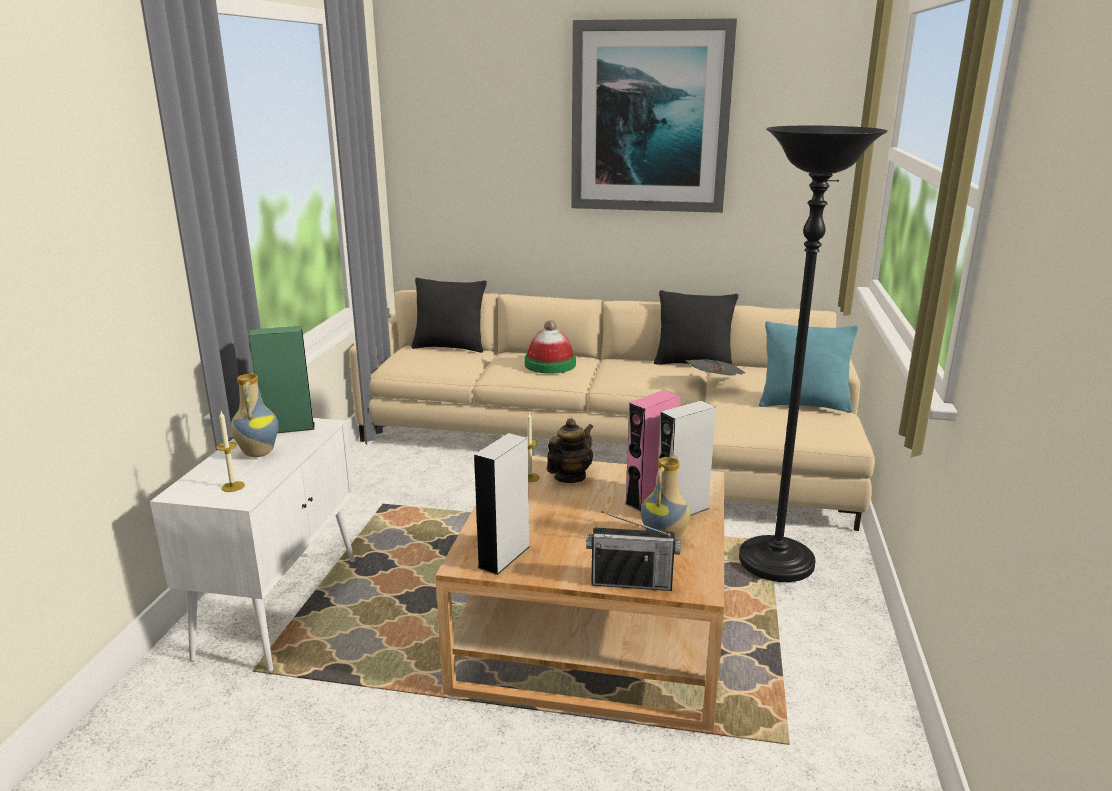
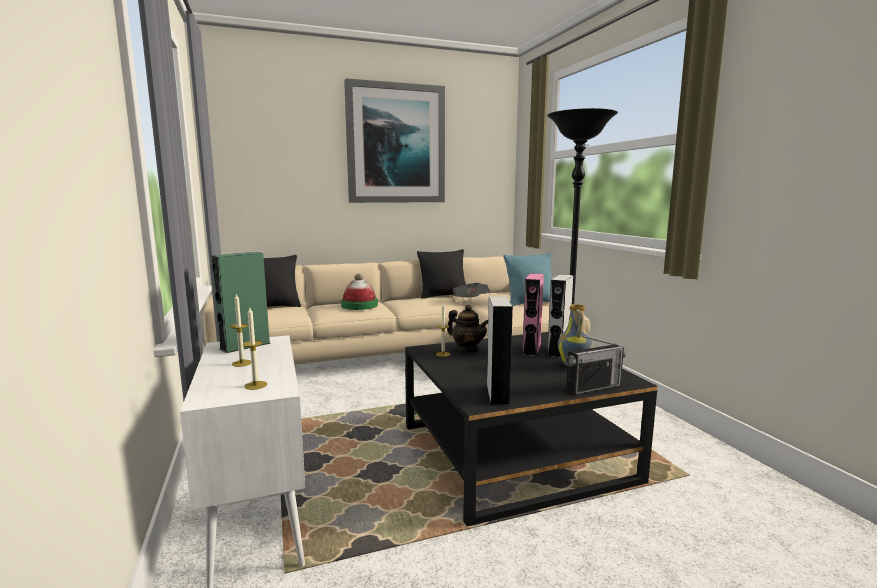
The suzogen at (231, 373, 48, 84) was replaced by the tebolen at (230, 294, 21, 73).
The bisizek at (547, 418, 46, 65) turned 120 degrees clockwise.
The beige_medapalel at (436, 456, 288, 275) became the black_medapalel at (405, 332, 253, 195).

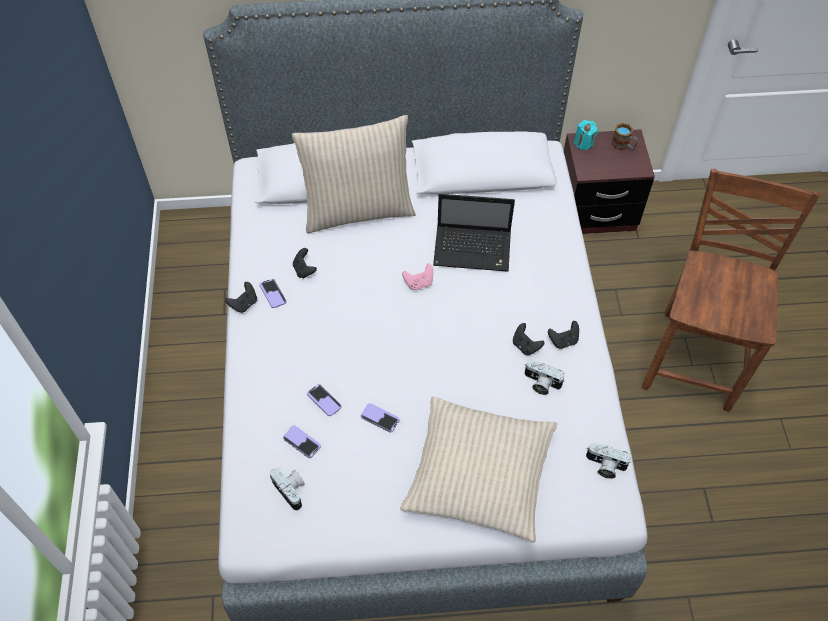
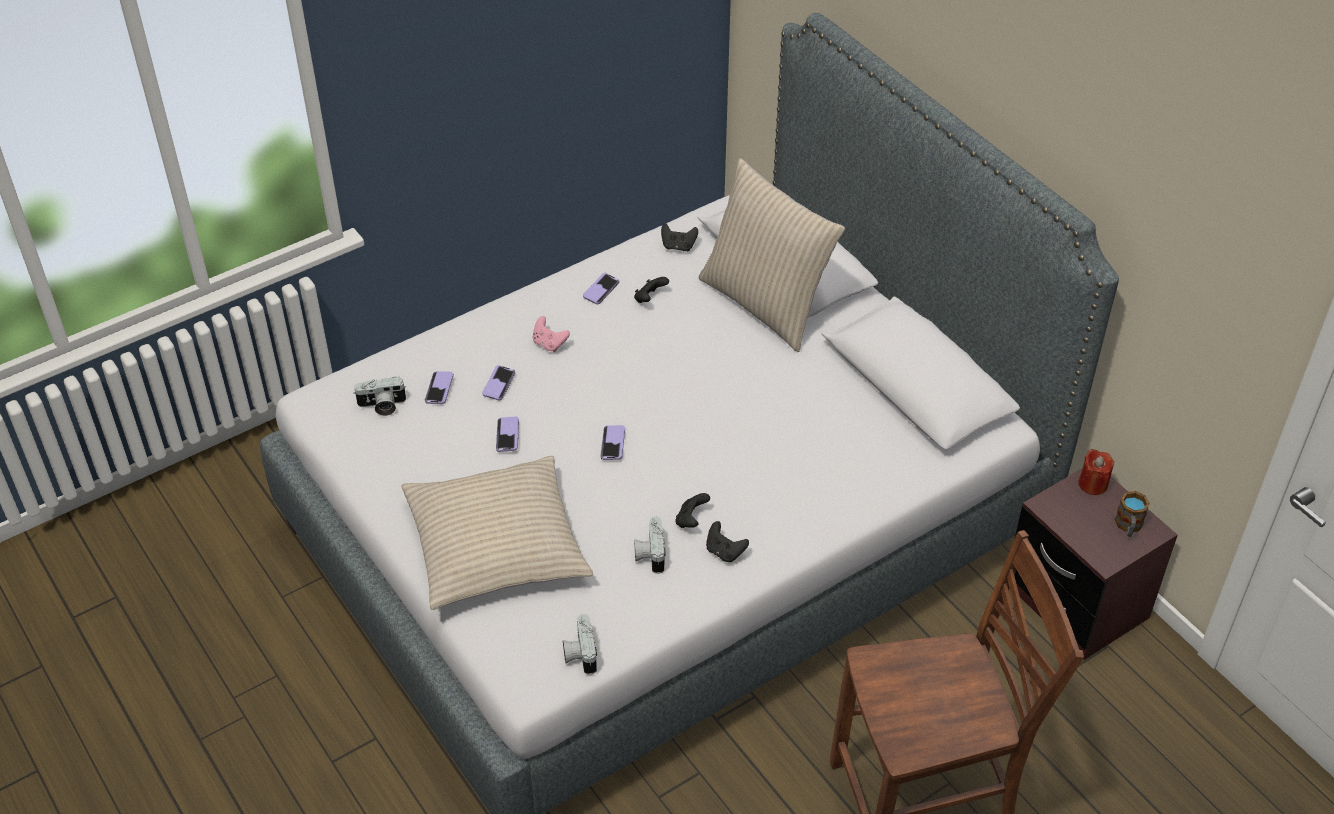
The turquoise_tebolen at (574, 120, 24, 30) became the red_tebolen at (1079, 449, 35, 46).
The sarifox at (433, 194, 82, 78) disappeared.
The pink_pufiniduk moved from (402, 263, 31, 27) to (533, 316, 37, 36).
The black_pufiniduk moved from (225, 282, 32, 31) to (661, 223, 37, 28).
The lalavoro at (270, 468, 35, 42) turned 60 degrees clockwise.
The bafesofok at (600, 425, 25, 35) appeared.

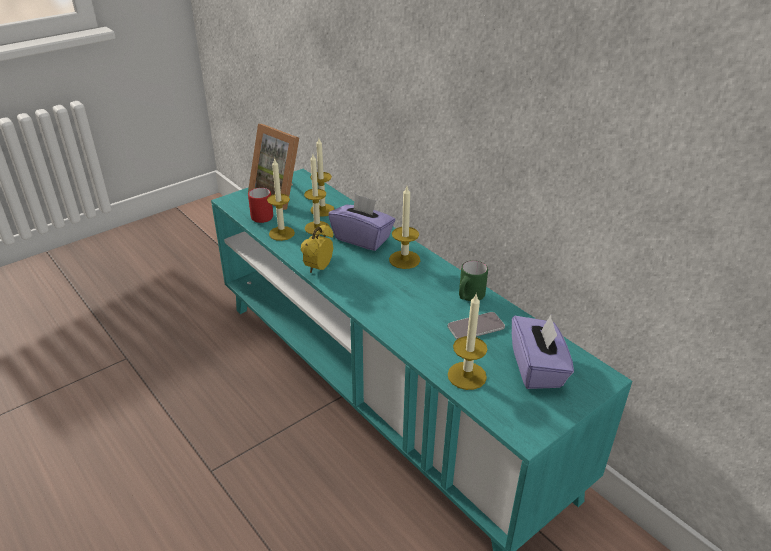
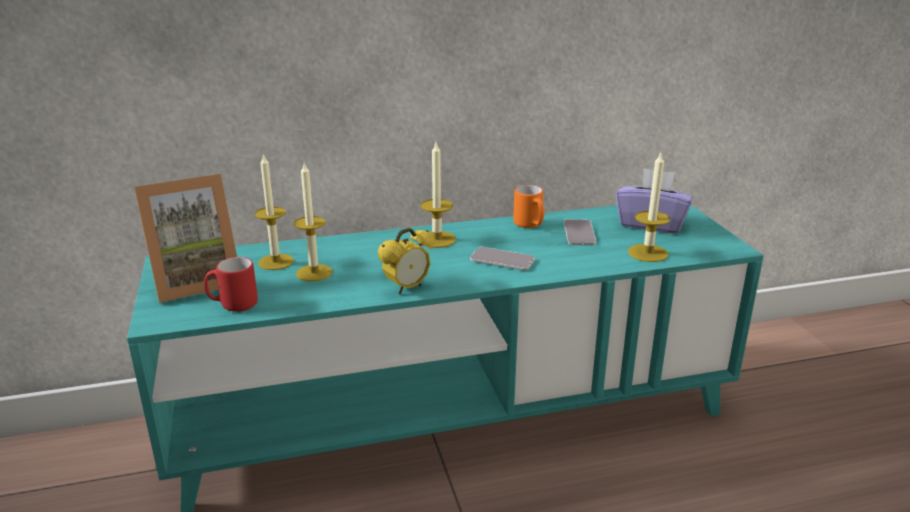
The tebolen at (267, 158, 28, 83) disappeared.
The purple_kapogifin at (328, 194, 67, 57) disappeared.
The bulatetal at (301, 224, 32, 49) turned 90 degrees counterclockwise.
The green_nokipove at (459, 260, 29, 41) became the orange_nokipove at (513, 185, 31, 43).
The bafesofok at (470, 247, 65, 24) appeared.

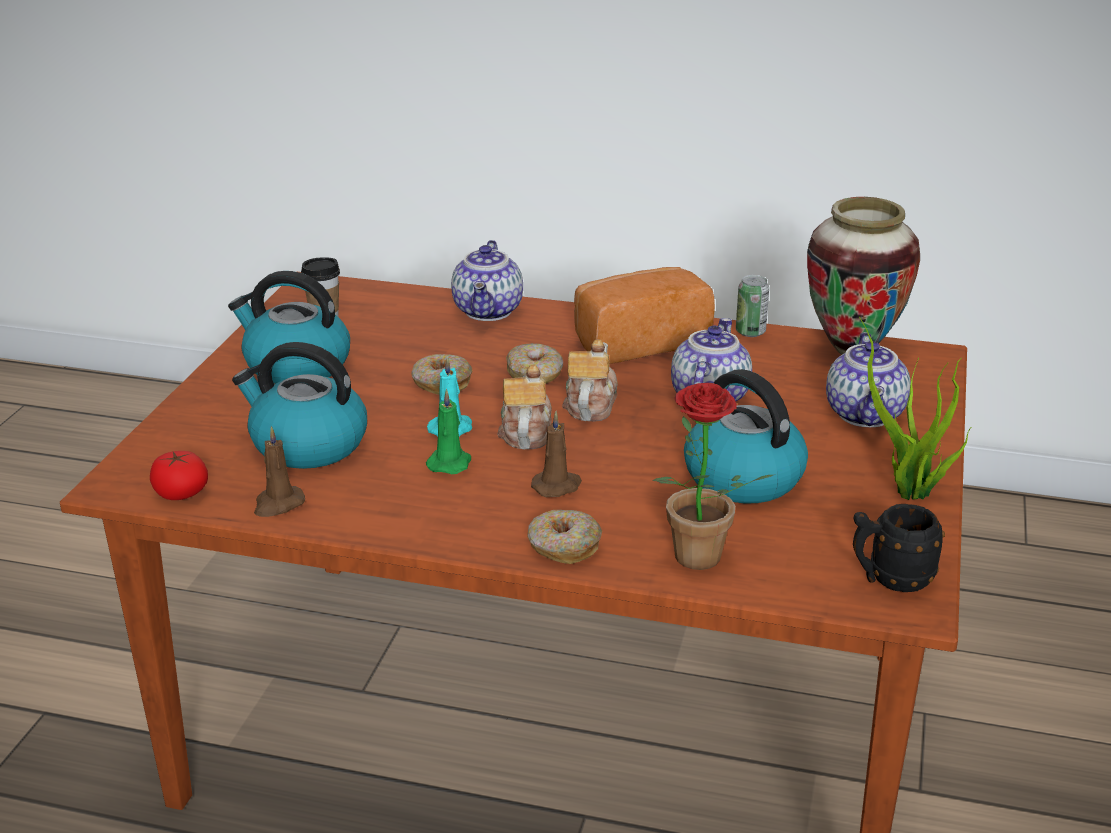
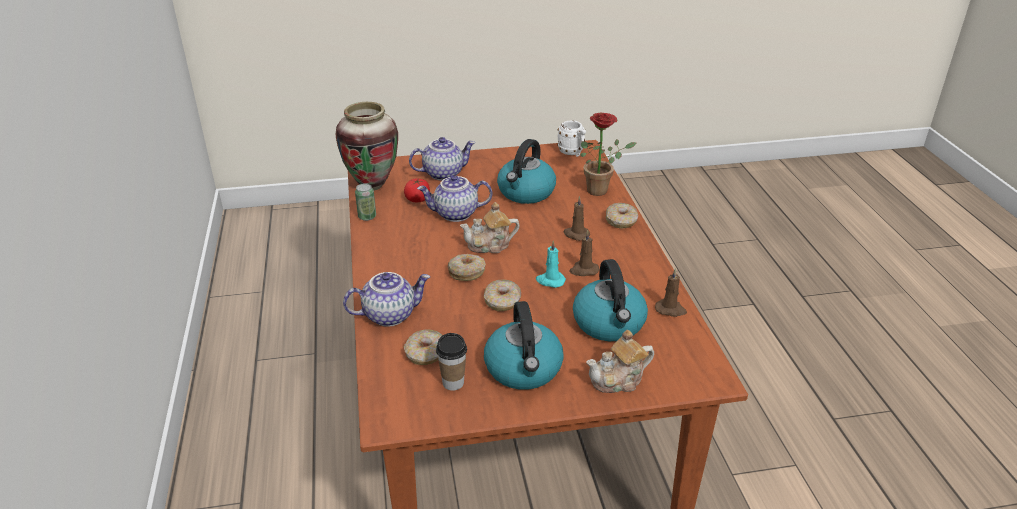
The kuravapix at (574, 267, 141, 97) disappeared.
The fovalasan at (859, 317, 112, 183) disappeared.
The bisizek moved from (498, 365, 54, 84) to (586, 330, 68, 63).
The green_tebolen at (426, 389, 45, 85) became the brown_tebolen at (569, 230, 30, 46).
The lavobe moved from (150, 451, 58, 49) to (404, 178, 26, 24).
The black_nokipove at (853, 504, 92, 88) became the white_nokipove at (557, 120, 29, 37).
The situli at (404, 329, 39, 36) appeared.

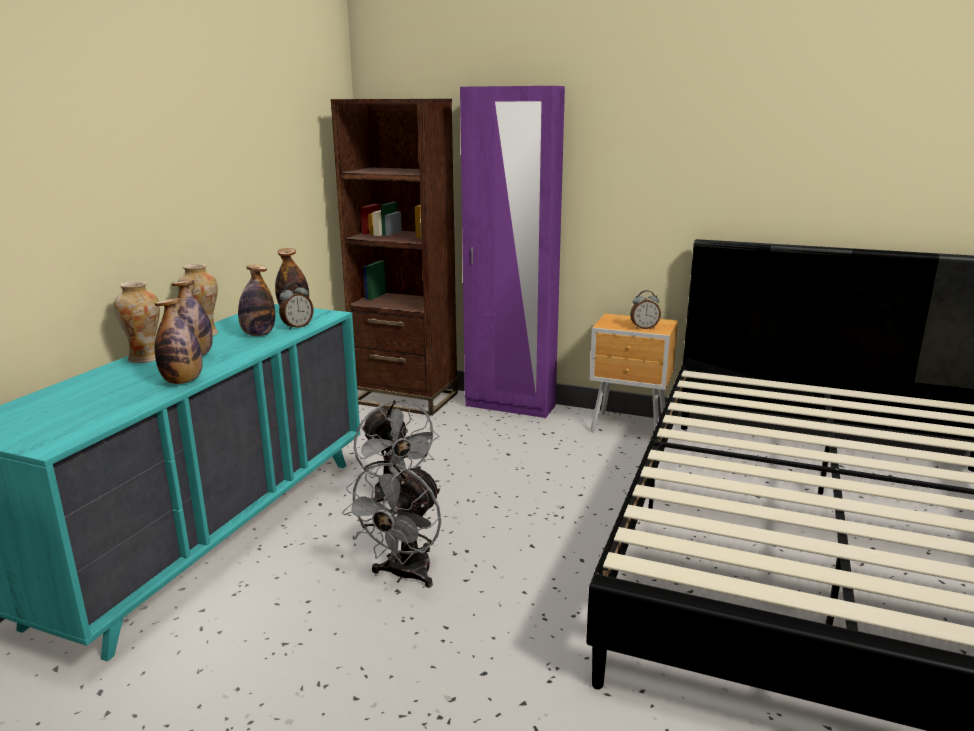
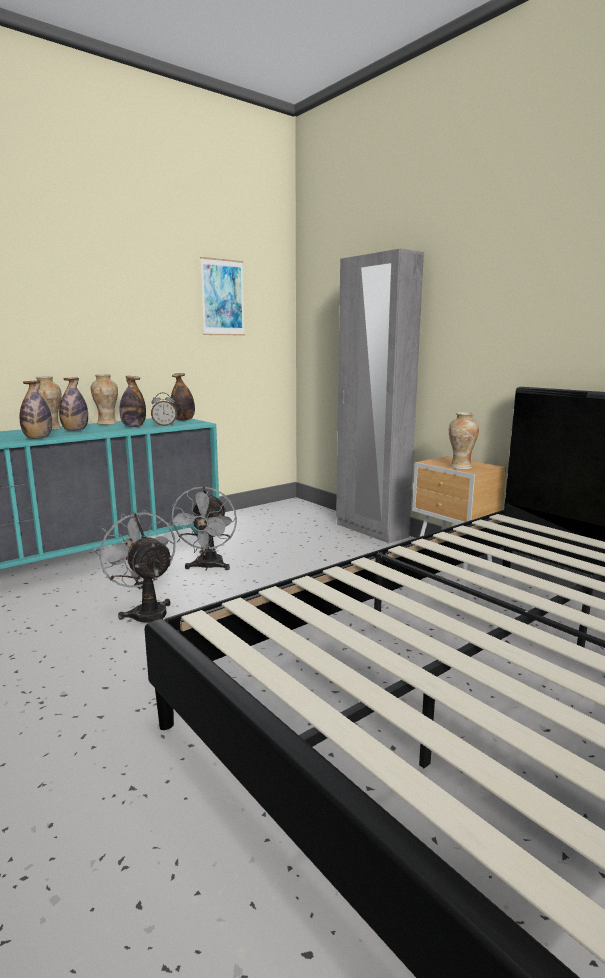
The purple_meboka at (460, 86, 105, 332) became the grey_meboka at (336, 249, 88, 295).
The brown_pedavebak at (331, 99, 127, 317) disappeared.
The bulatetal at (630, 290, 31, 39) was replaced by the suzogen at (449, 412, 30, 58).
The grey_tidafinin at (342, 463, 99, 125) turned 90 degrees clockwise.
The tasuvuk at (200, 257, 45, 78) appeared.

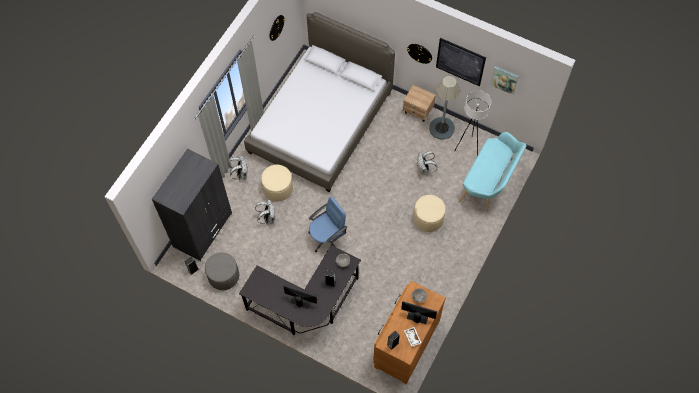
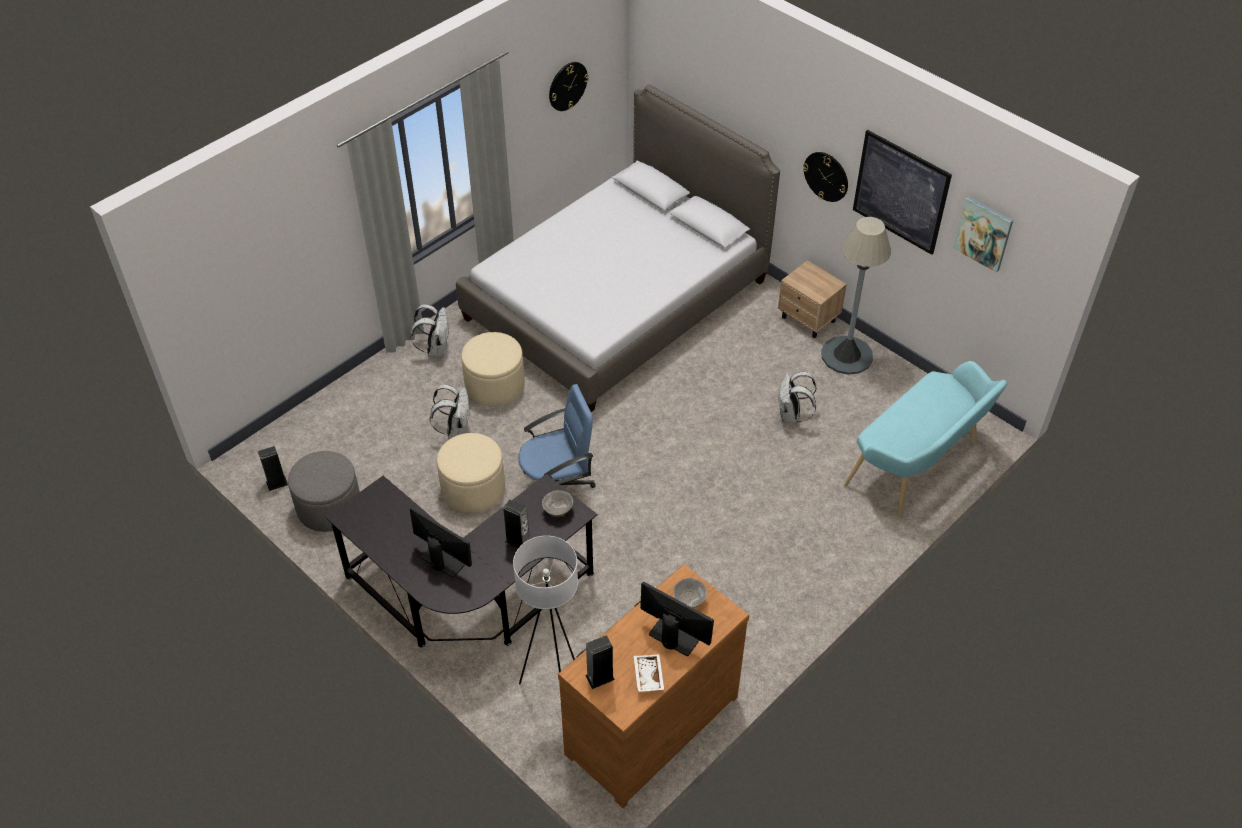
The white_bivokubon moved from (455, 90, 36, 66) to (513, 536, 65, 148).
The grey_meboka at (152, 149, 80, 112) disappeared.
The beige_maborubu moved from (413, 195, 33, 37) to (437, 433, 68, 80).

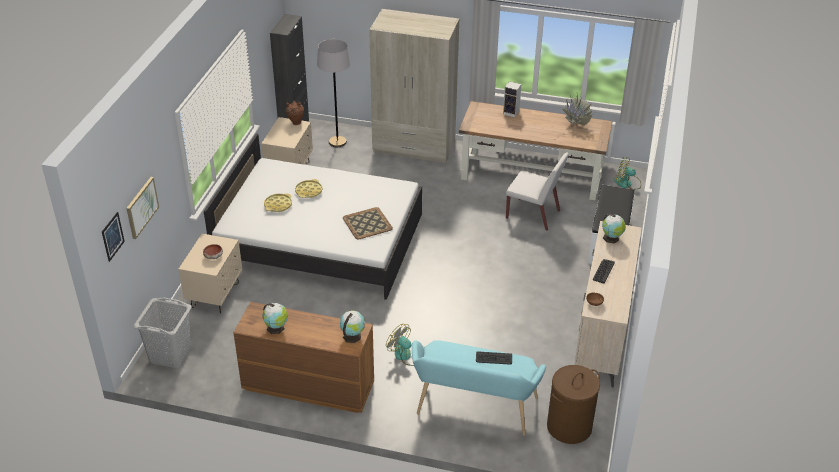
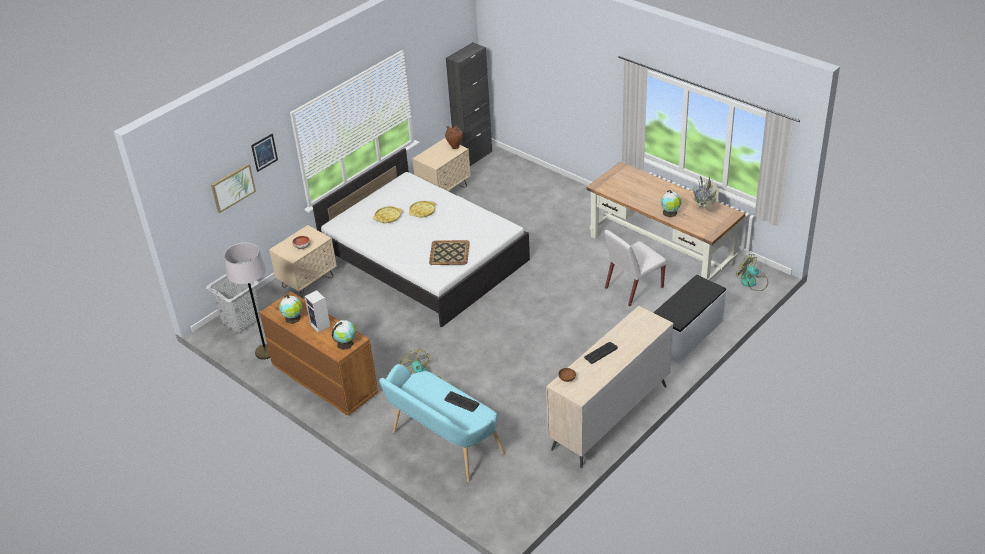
The beige_meboka at (369, 9, 90, 155) disappeared.
The grey_bivokubon moved from (317, 39, 33, 108) to (224, 242, 46, 118).
The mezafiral moved from (503, 81, 18, 36) to (304, 290, 26, 43).
The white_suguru at (506, 152, 63, 79) turned 90 degrees clockwise.
The tasuvuk moved from (102, 212, 23, 50) to (251, 134, 27, 38).
The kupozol moved from (602, 214, 24, 29) to (660, 190, 22, 27).
The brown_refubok at (547, 365, 53, 79) disappeared.

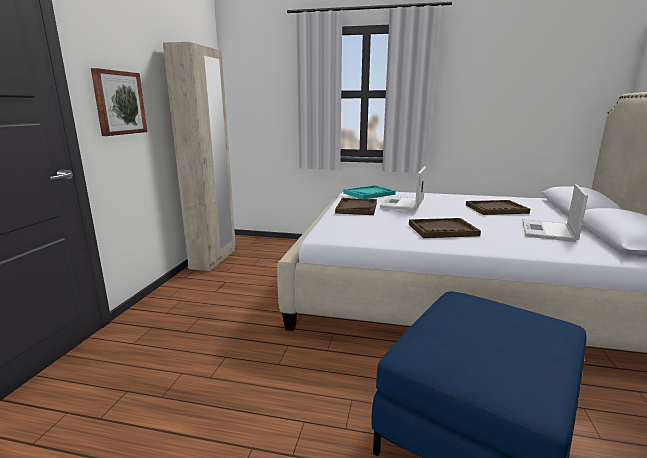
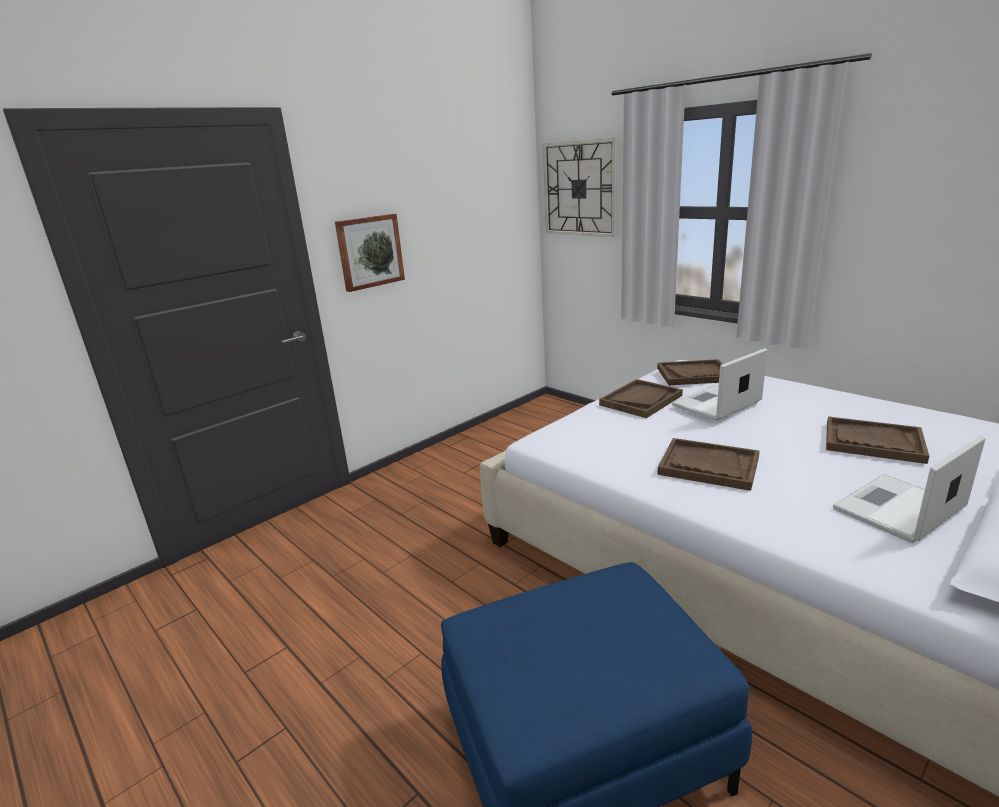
The beige_meboka at (163, 42, 73, 229) disappeared.
The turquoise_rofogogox at (343, 185, 53, 14) became the brown_rofogogox at (657, 359, 66, 26).
The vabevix at (543, 138, 74, 99) appeared.

